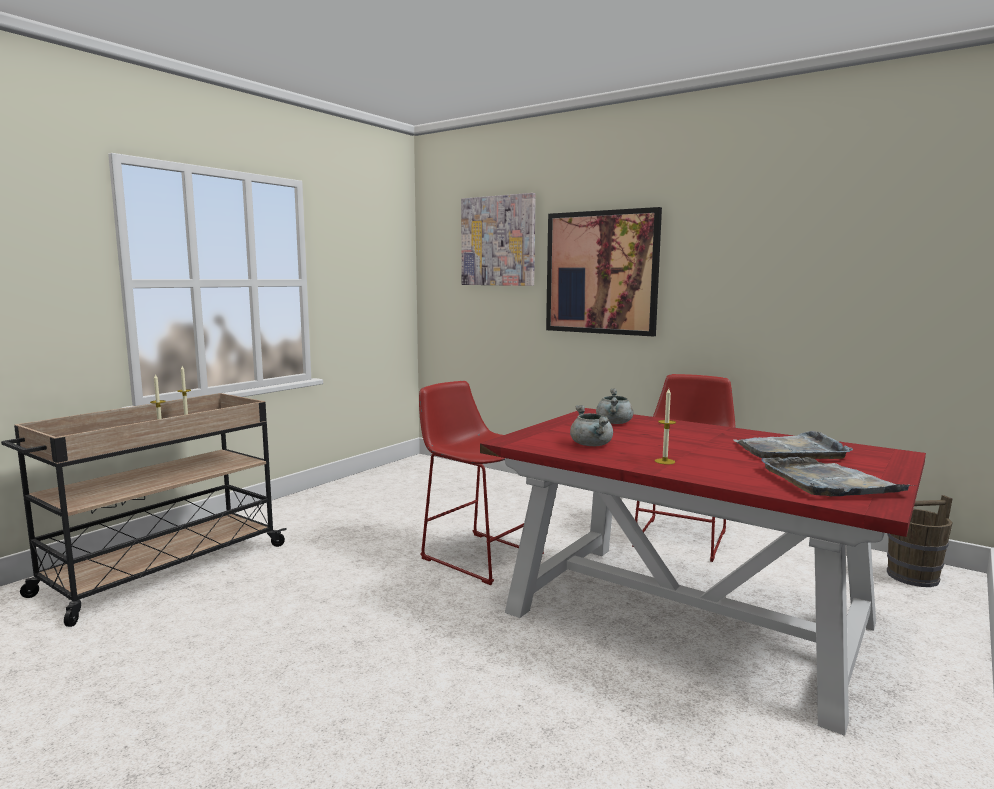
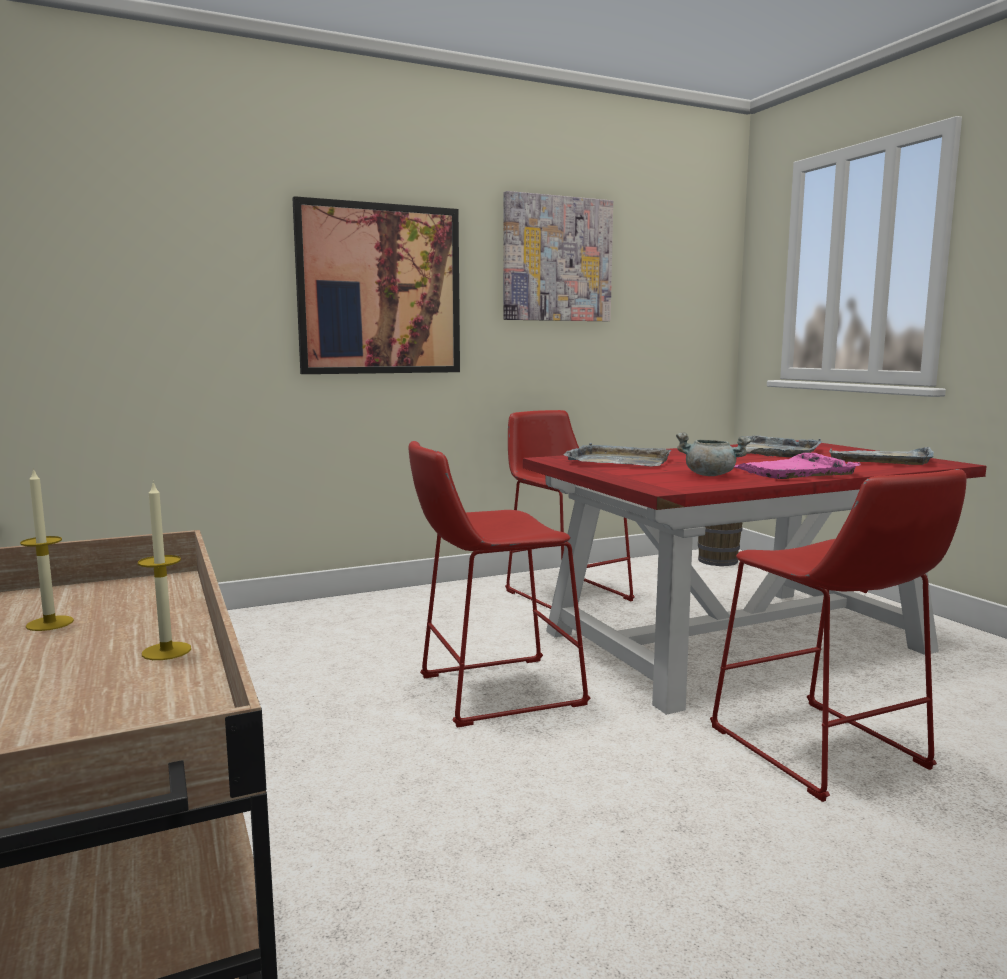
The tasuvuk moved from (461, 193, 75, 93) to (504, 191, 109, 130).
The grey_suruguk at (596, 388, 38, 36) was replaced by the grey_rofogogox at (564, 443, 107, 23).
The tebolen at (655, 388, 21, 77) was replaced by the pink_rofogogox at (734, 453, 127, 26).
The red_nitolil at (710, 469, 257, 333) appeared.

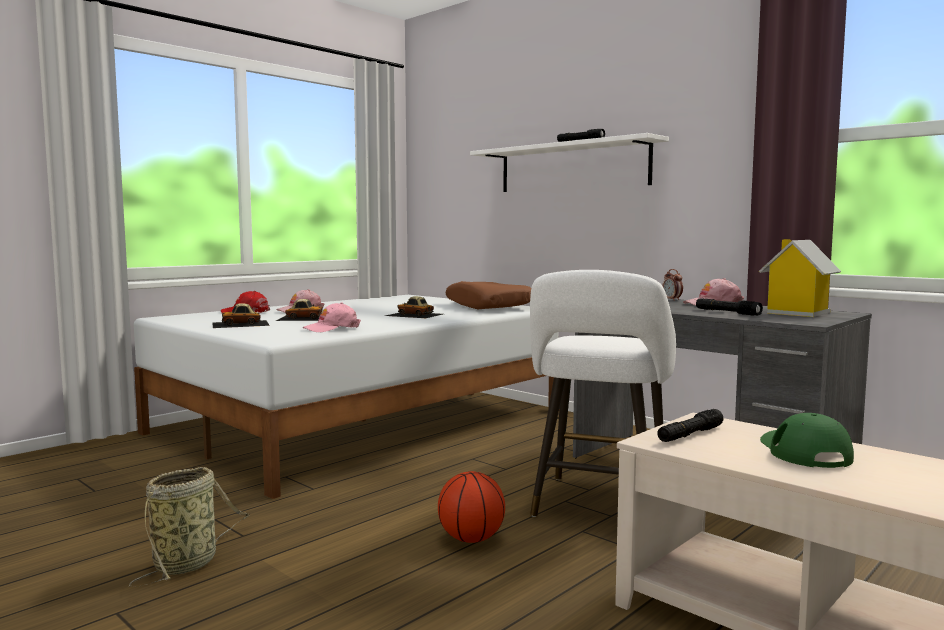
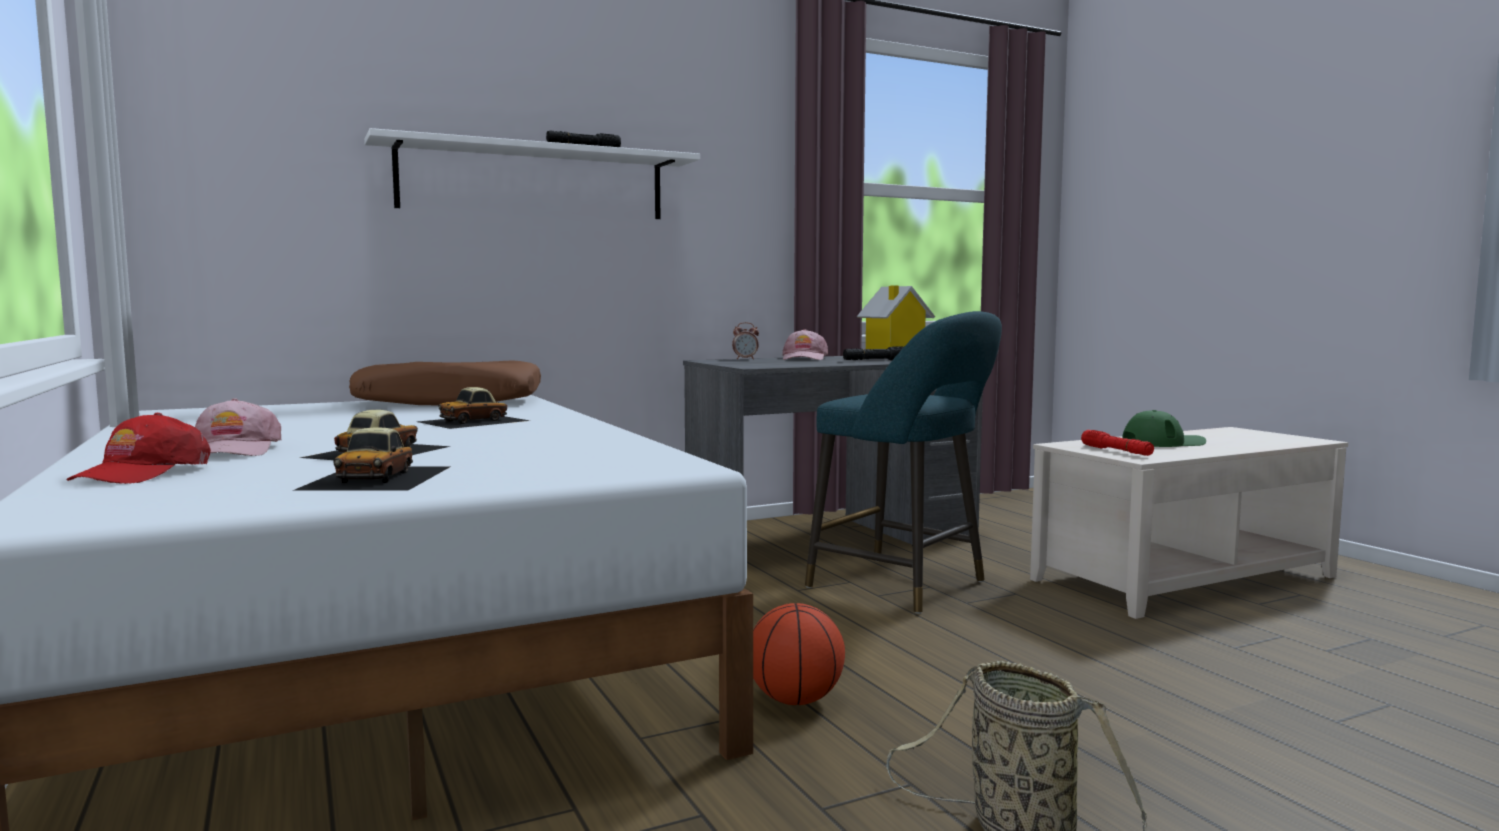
The white_nitolil at (530, 270, 146, 247) became the turquoise_nitolil at (805, 311, 197, 303).
The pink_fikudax at (303, 303, 58, 29) disappeared.
The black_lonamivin at (657, 409, 66, 33) became the red_lonamivin at (1081, 430, 73, 26).
The green_fikudax at (760, 413, 94, 55) turned 150 degrees clockwise.
The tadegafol moved from (438, 471, 67, 72) to (753, 603, 92, 102).

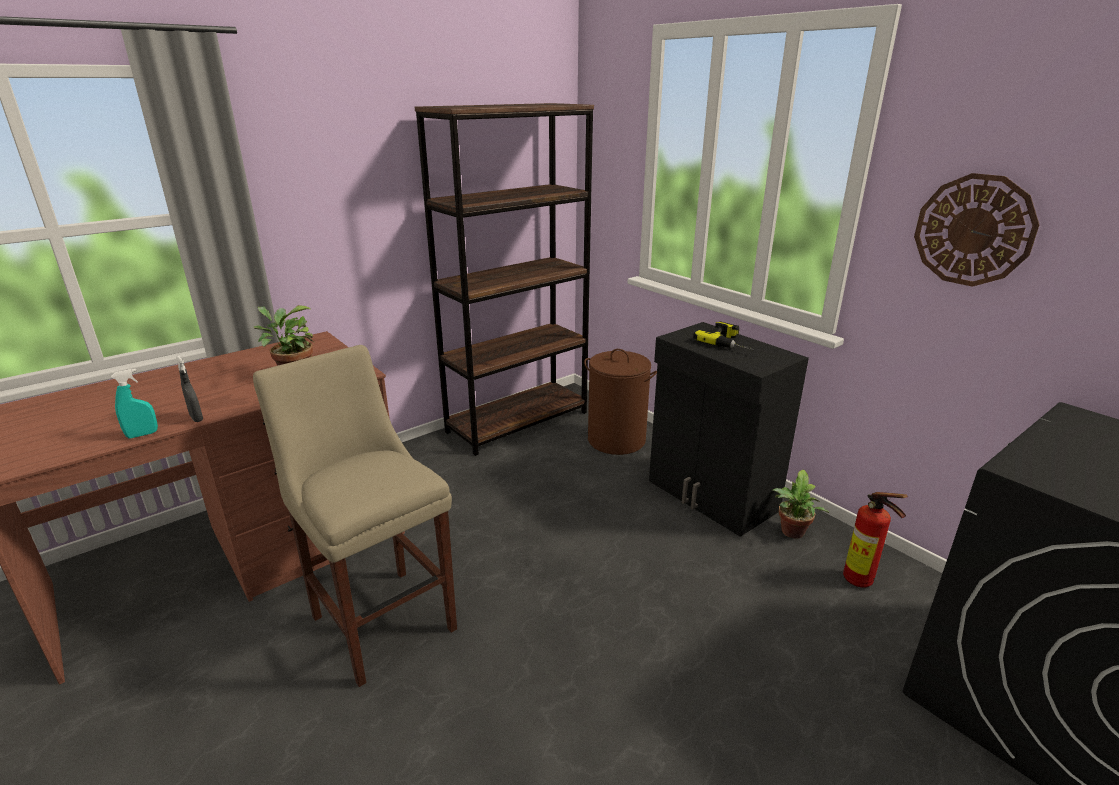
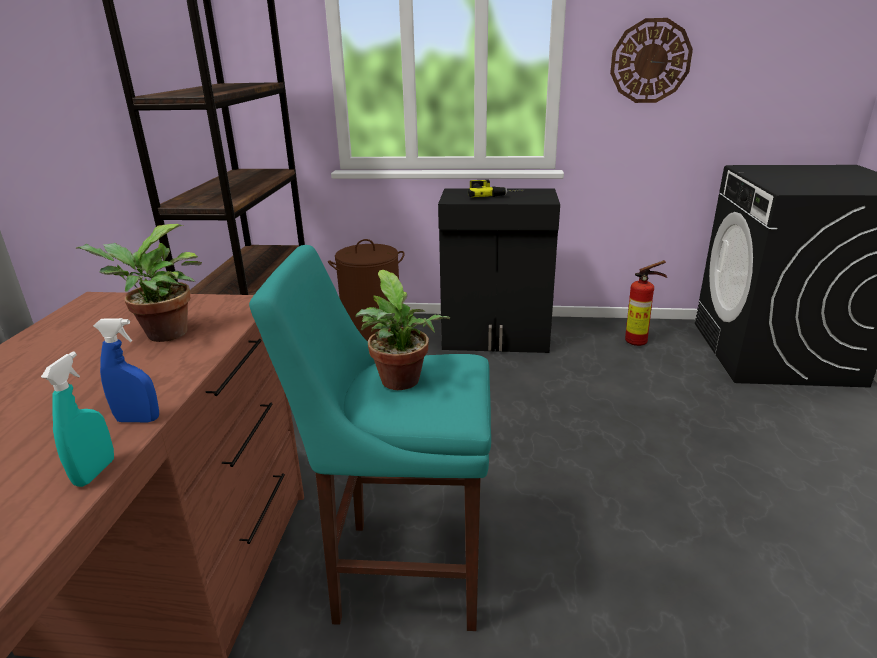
The beige_nitolil at (253, 345, 204, 342) became the turquoise_nitolil at (249, 245, 242, 386).
The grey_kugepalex at (176, 356, 27, 66) became the blue_kugepalex at (93, 318, 66, 104).
The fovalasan moved from (772, 470, 57, 69) to (355, 270, 95, 120).

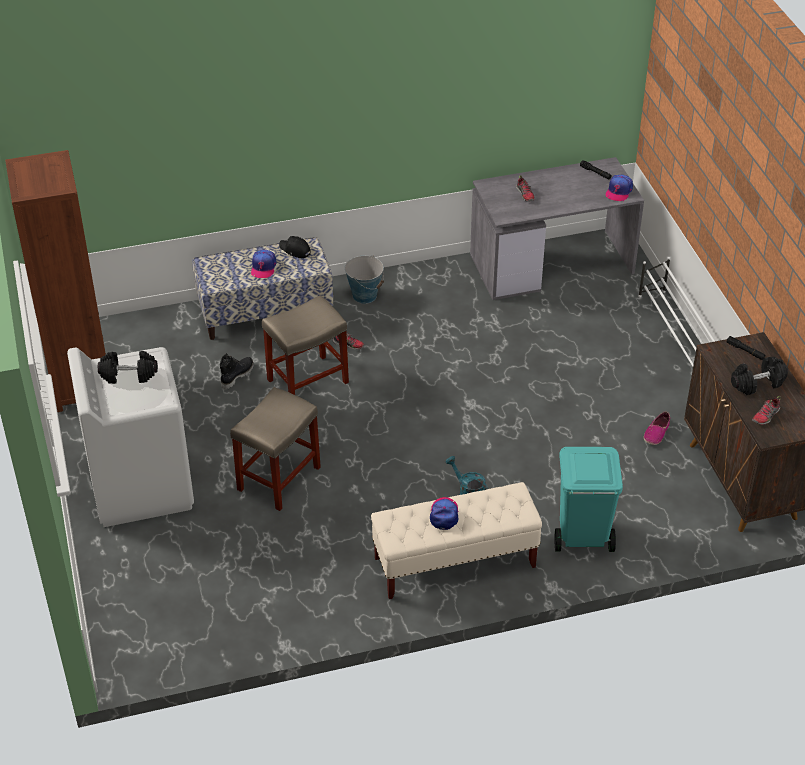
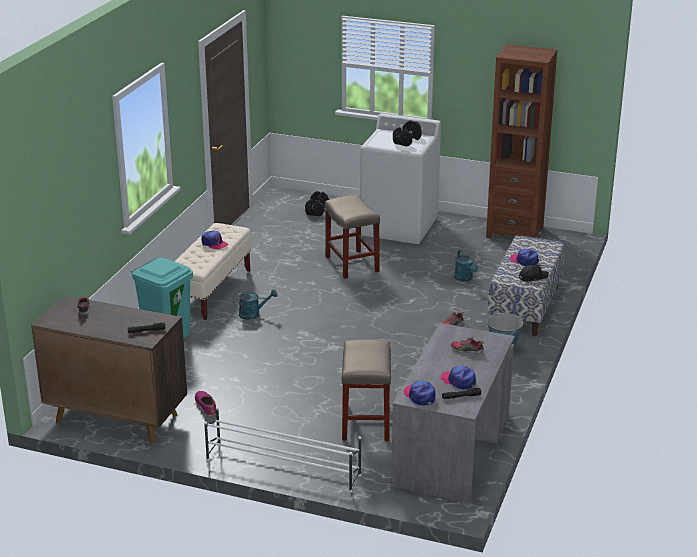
The beige_nitolil moved from (262, 295, 87, 100) to (341, 339, 50, 102).
The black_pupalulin at (220, 353, 34, 37) was replaced by the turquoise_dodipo at (455, 250, 23, 32).
The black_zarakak moved from (731, 357, 57, 38) to (305, 191, 24, 25).
The fikudax at (441, 366, 35, 24) appeared.

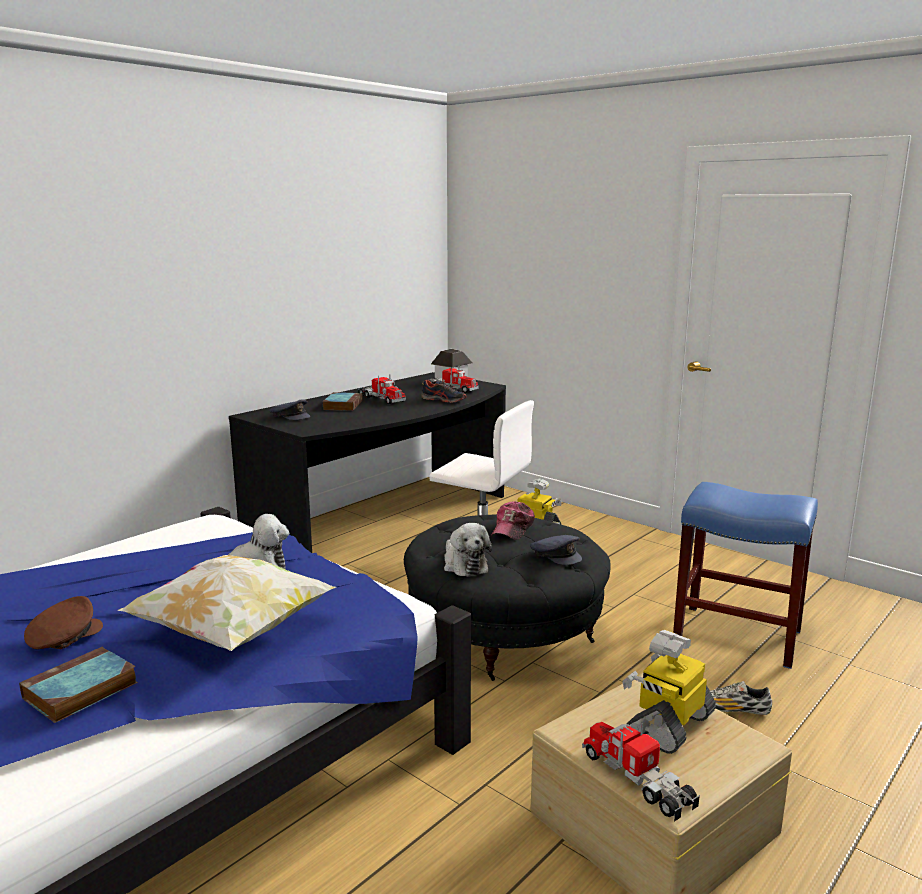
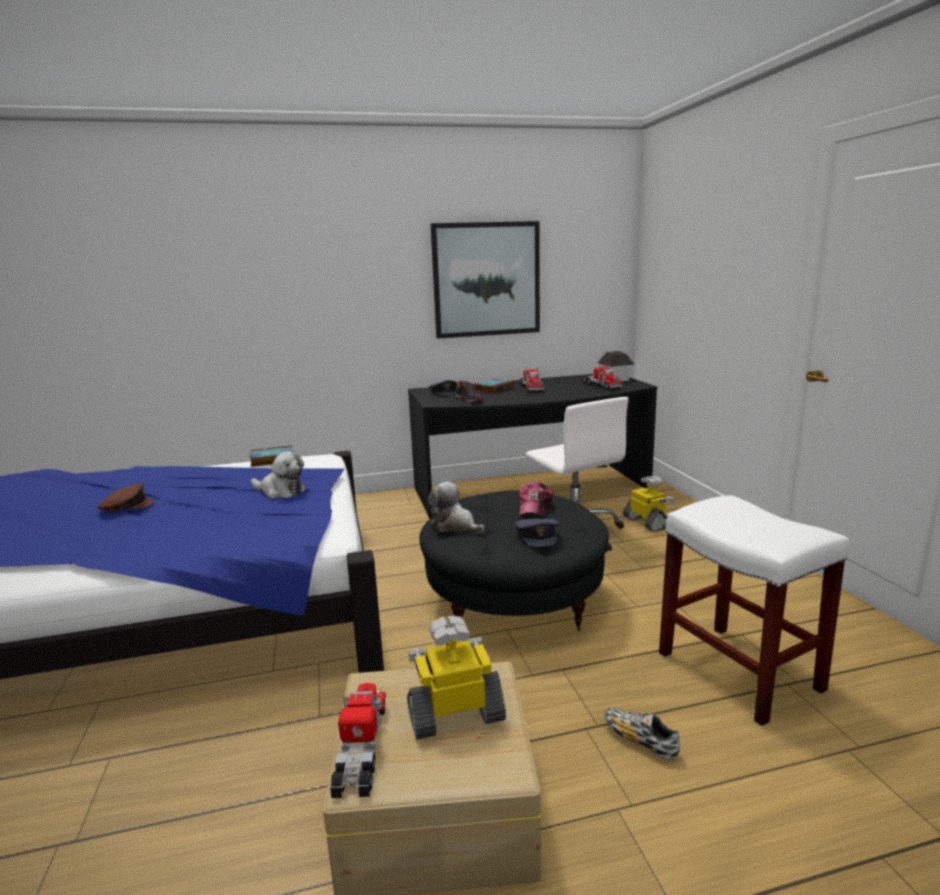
The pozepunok moved from (421, 380, 46, 23) to (455, 381, 29, 22).
The blue_nitolil at (673, 482, 145, 187) became the white_nitolil at (659, 495, 190, 232).
The fikudax at (492, 501, 43, 39) turned 45 degrees counterclockwise.
The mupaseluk at (444, 523, 48, 54) turned 120 degrees clockwise.
The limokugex at (118, 555, 218, 96) disappeared.
The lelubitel moved from (19, 647, 119, 76) to (250, 445, 43, 22).
The tasuvuk at (431, 221, 109, 118) appeared.

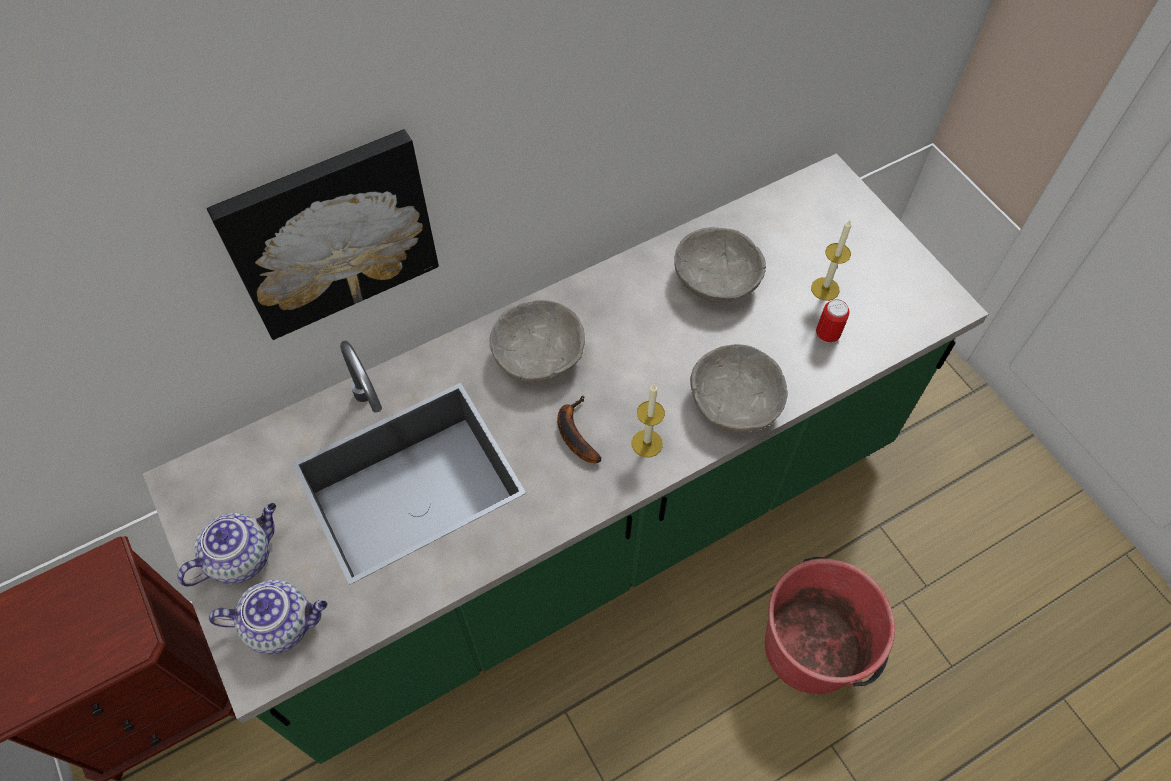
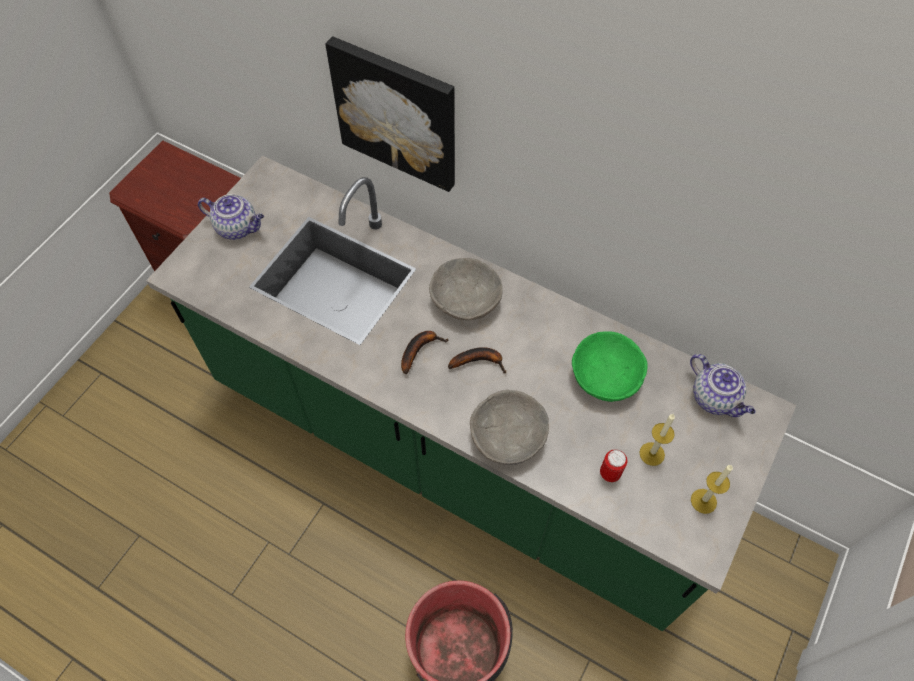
The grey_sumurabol at (674, 227, 92, 76) became the green_sumurabol at (572, 331, 76, 71).
The tebolen moved from (632, 385, 33, 72) to (691, 465, 42, 49).
The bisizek moved from (209, 580, 119, 74) to (690, 354, 66, 63).
The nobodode at (448, 347, 58, 27) appeared.

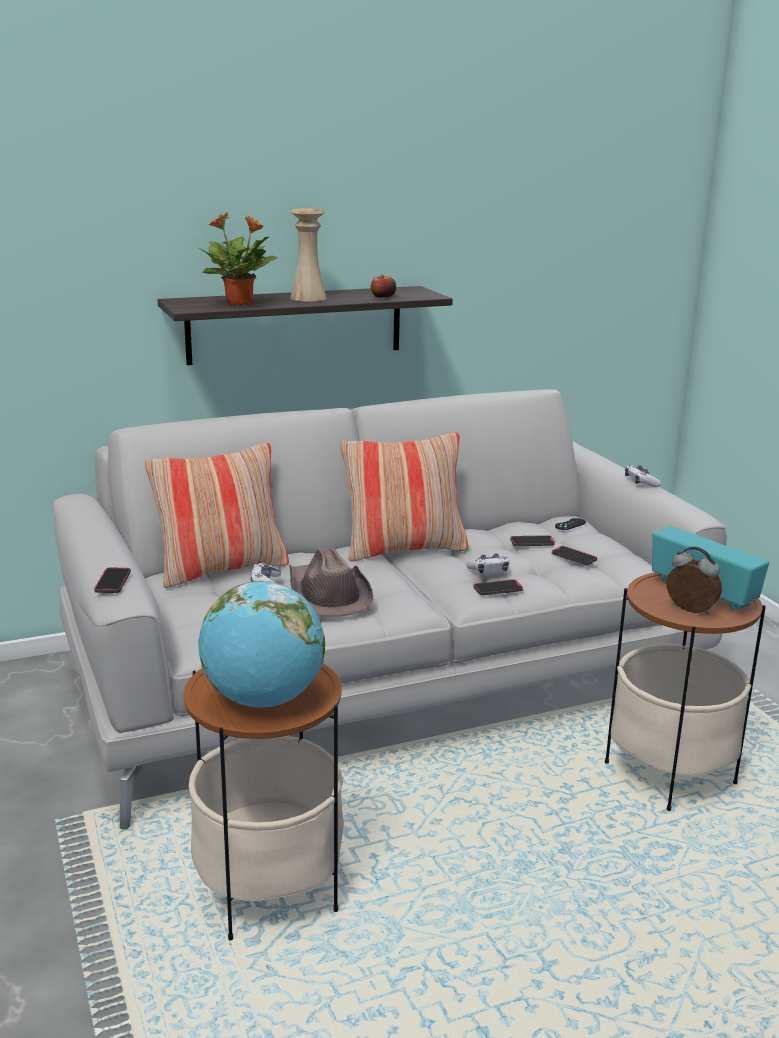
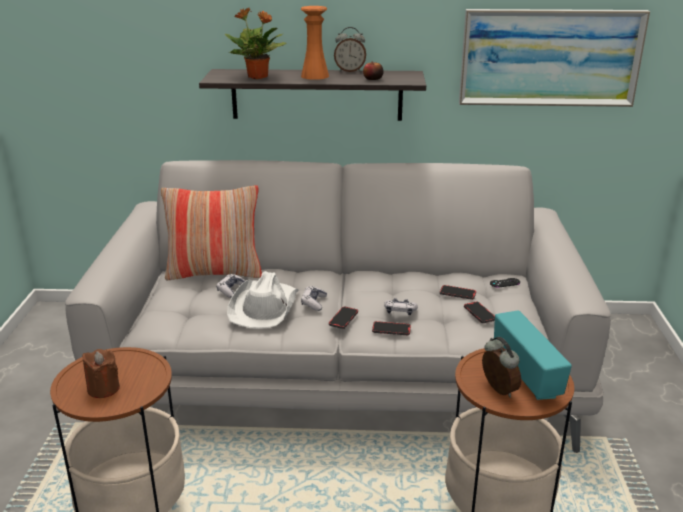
The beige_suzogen at (290, 209, 37, 92) became the orange_suzogen at (301, 6, 28, 74).
The limokugex at (340, 433, 128, 129) disappeared.
The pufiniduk moved from (625, 465, 36, 22) to (301, 286, 26, 25).
The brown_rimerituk at (289, 547, 84, 70) became the white_rimerituk at (227, 271, 72, 58).
The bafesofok moved from (94, 568, 37, 25) to (329, 306, 29, 23).
The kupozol at (198, 581, 127, 127) was replaced by the brown_tebolen at (82, 349, 38, 49).
The tasuvuk at (459, 9, 191, 98) appeared.
The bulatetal at (334, 27, 32, 45) appeared.

